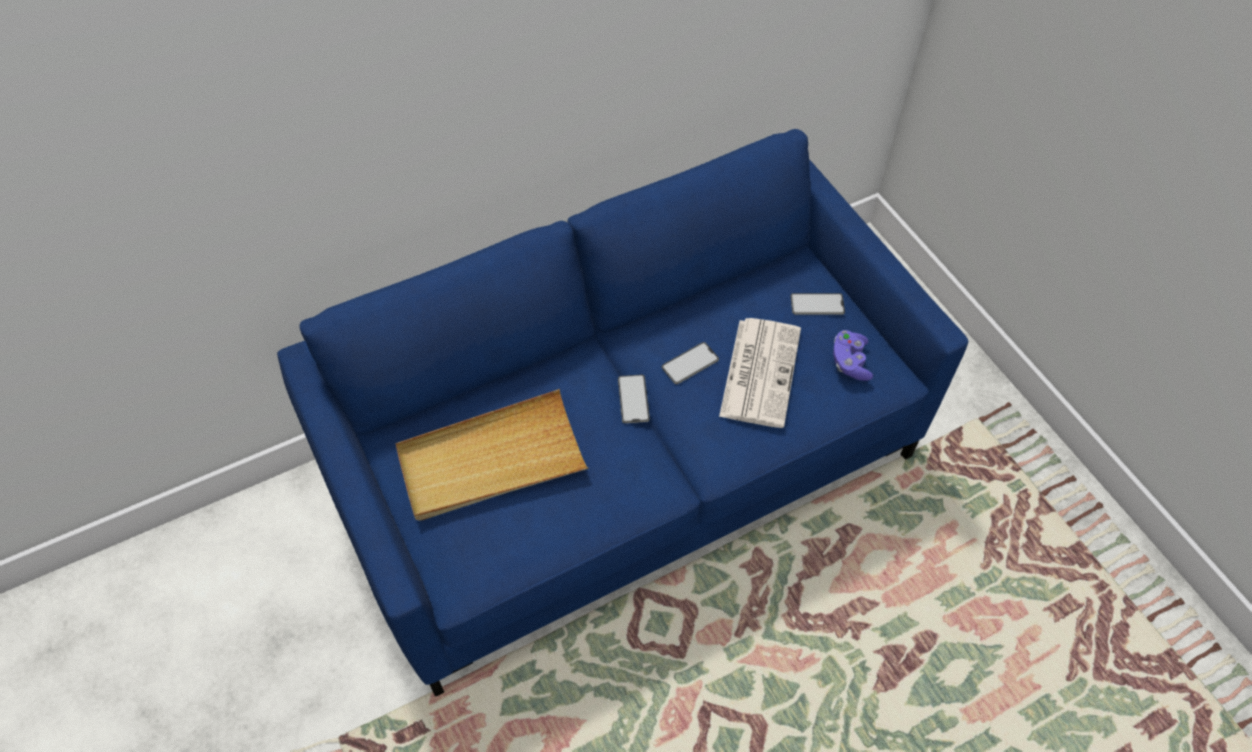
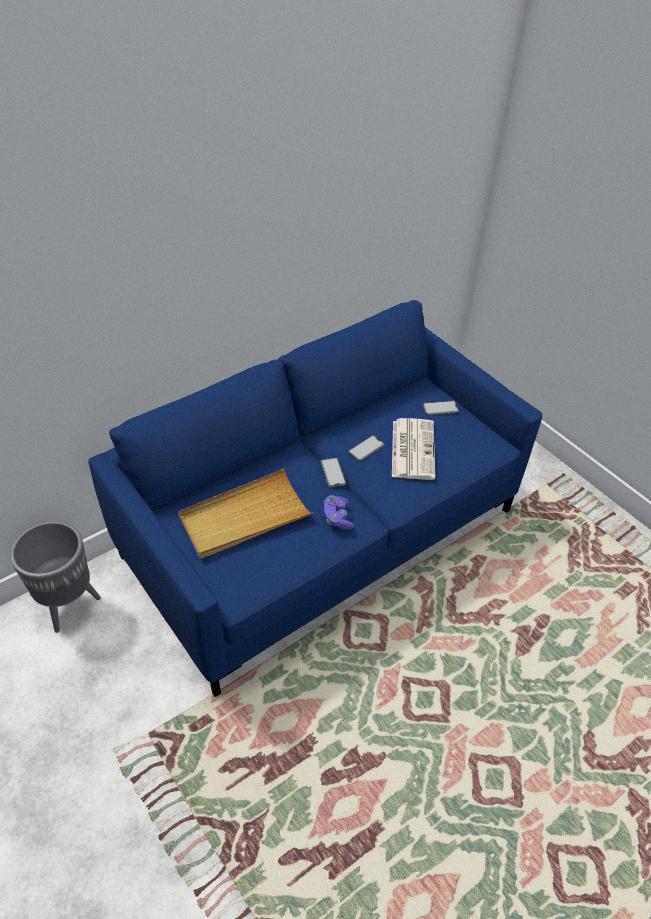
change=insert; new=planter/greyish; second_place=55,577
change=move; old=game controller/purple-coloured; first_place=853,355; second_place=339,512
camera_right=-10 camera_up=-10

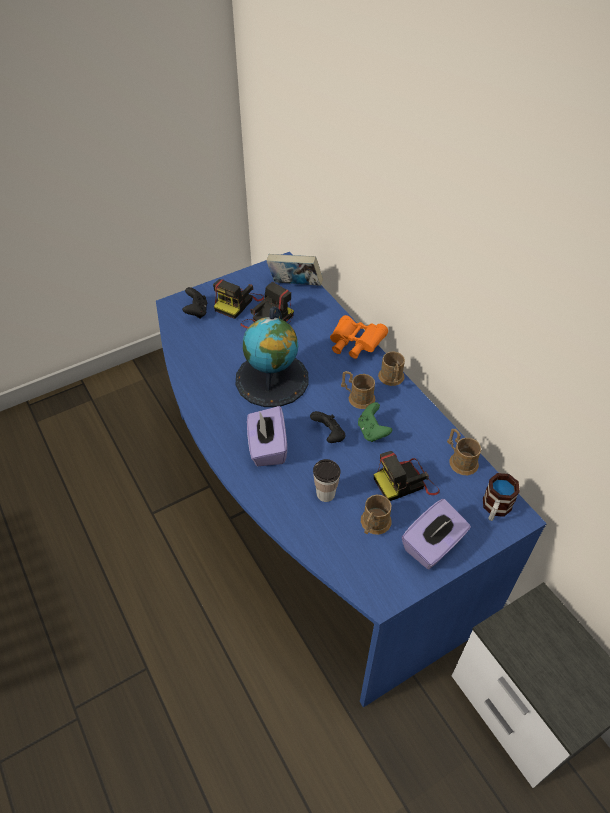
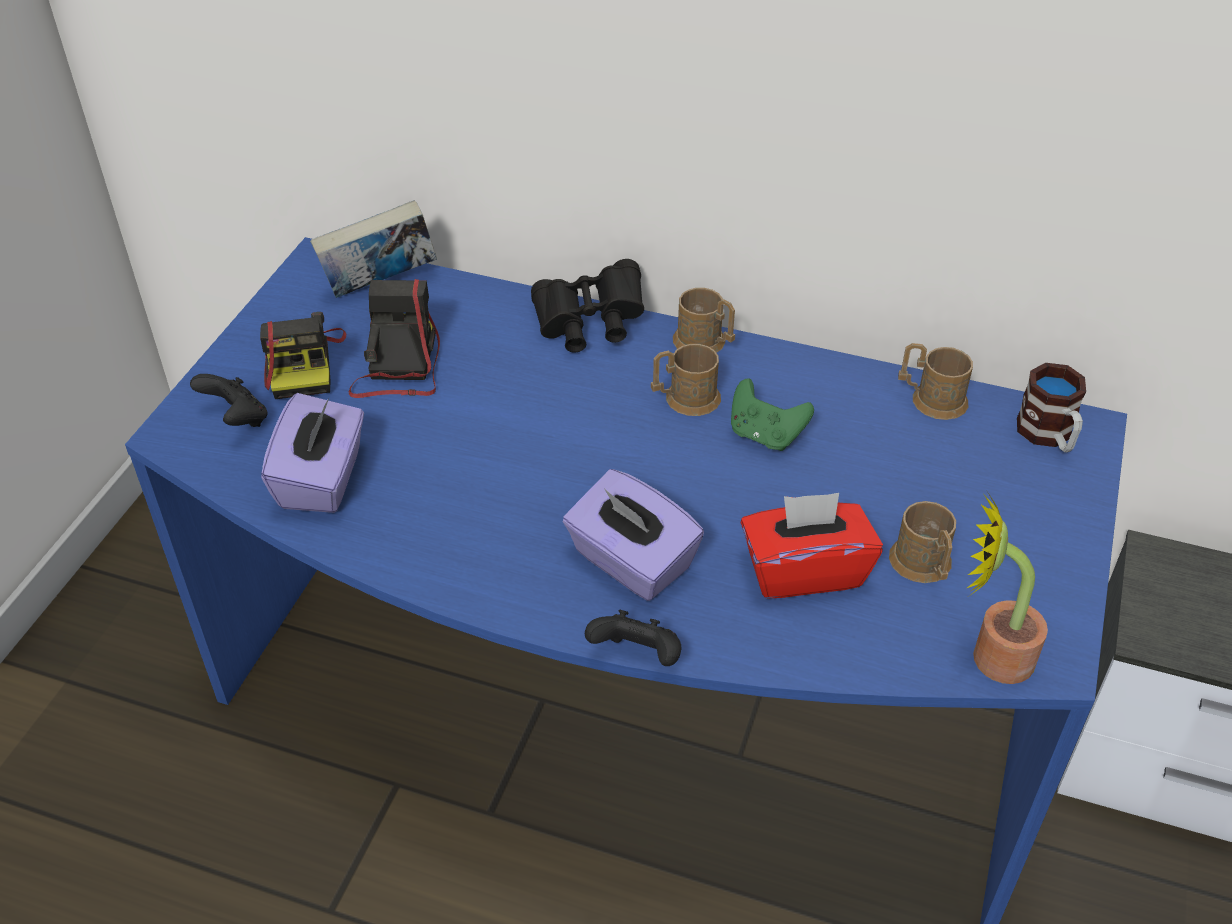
change=delete; old=desk globe; first_place=272,356
change=delete; old=still camera; first_place=407,476
change=insert; new=houseplant; second_place=1007,588
change=move; old=game controller/black-coloured; first_place=328,427; second_place=633,638
change=move; old=tissue holder/purple-coloured; first_place=436,534; second_place=312,453
change=replace; old=small cup; new=tissue holder/red; first_place=326,480; second_place=811,545
change=recolor; old=field glasses/orange-coloured; new=field glasses/black-coloured; first_place=359,337; second_place=587,305
camera_right=-40 camera_up=-5

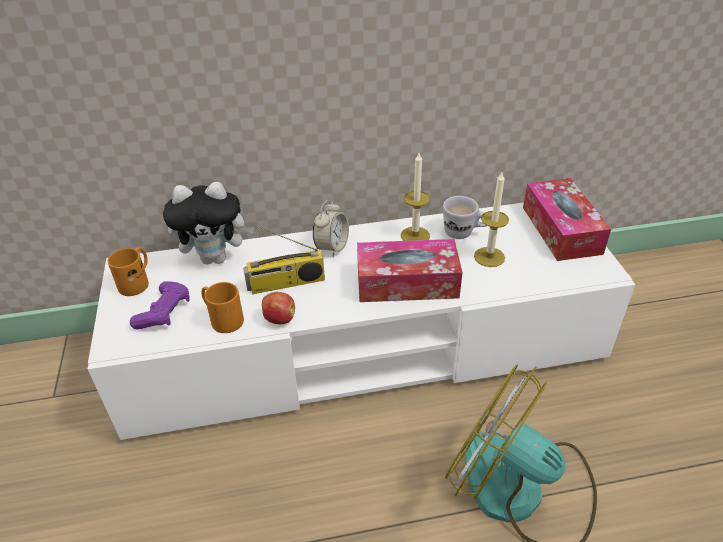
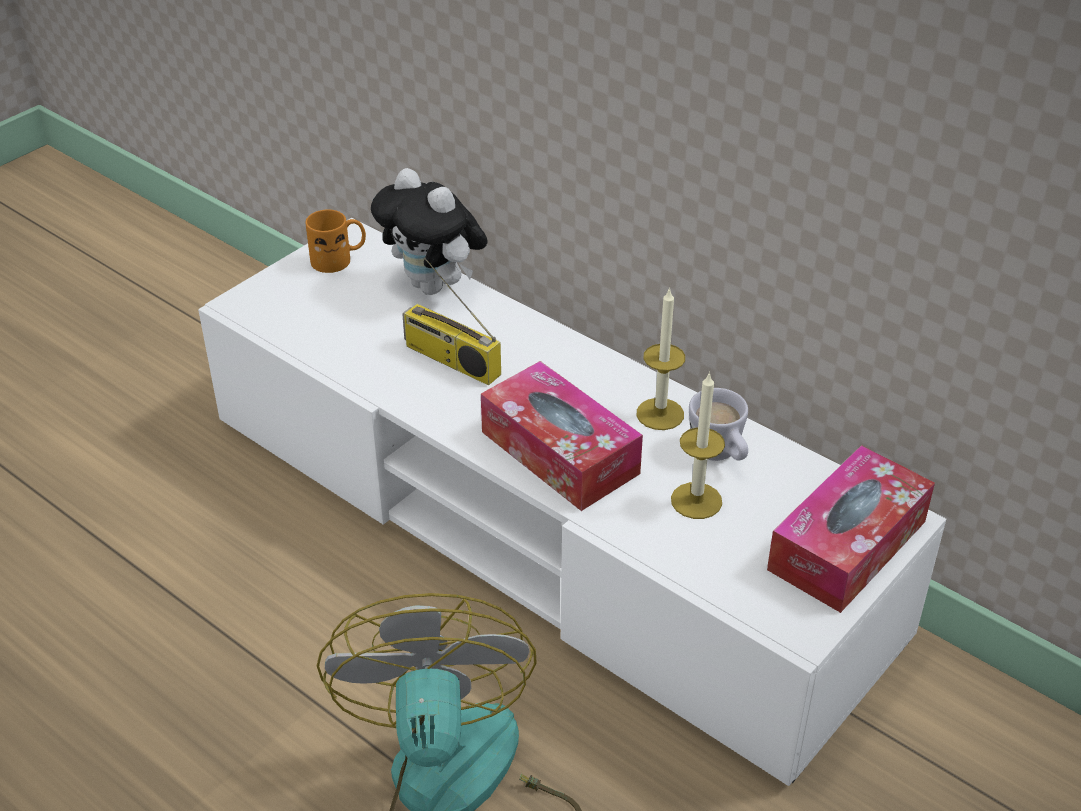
change=delete; old=game controller/purple-coloured; first_place=160,305
change=delete; old=coffee mug/orange-coloured; first_place=222,307
change=delete; old=apple fruit; first_place=278,308
change=delete; old=bedside clock; first_place=331,228
camera_right=50 camera_up=0

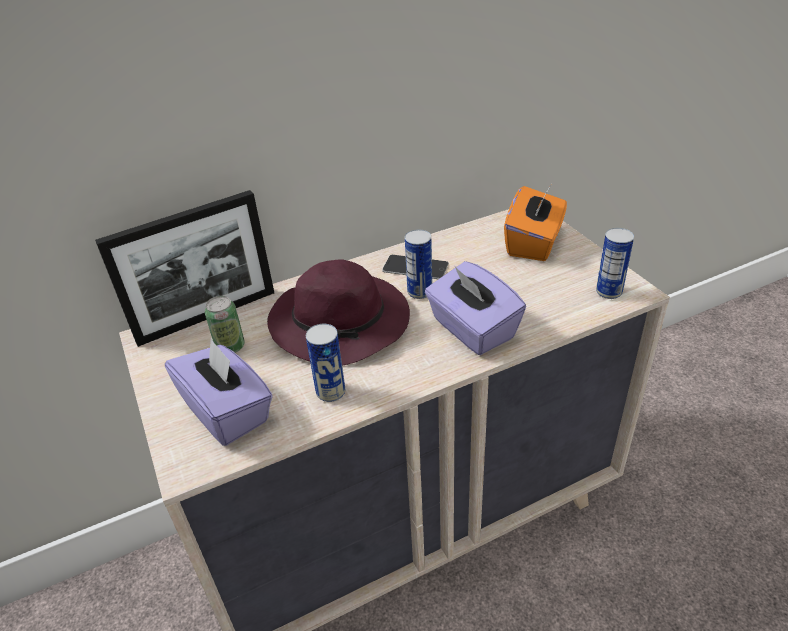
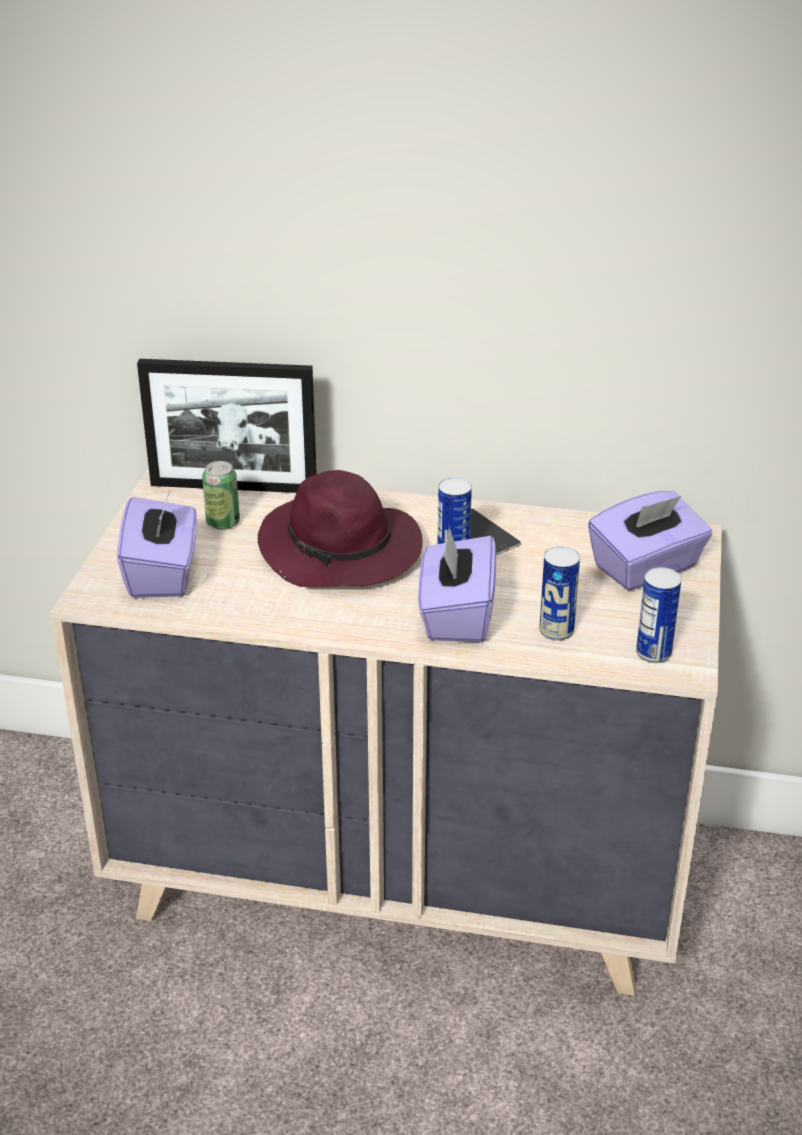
change=move; old=metal can; first_place=325,363; second_place=559,593
change=recolor; old=tissue holder/orange-coloured; new=tissue holder/purple-coloured; first_place=535,222; second_place=650,540
camera_right=35 camera_up=-5

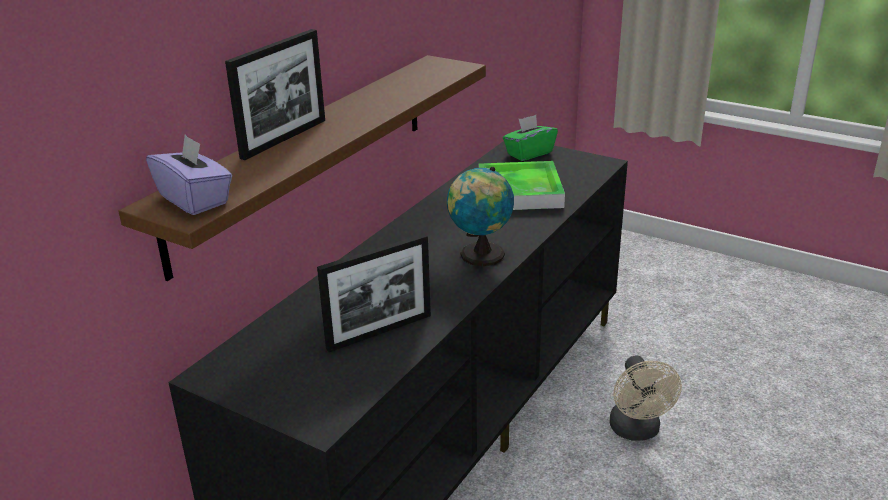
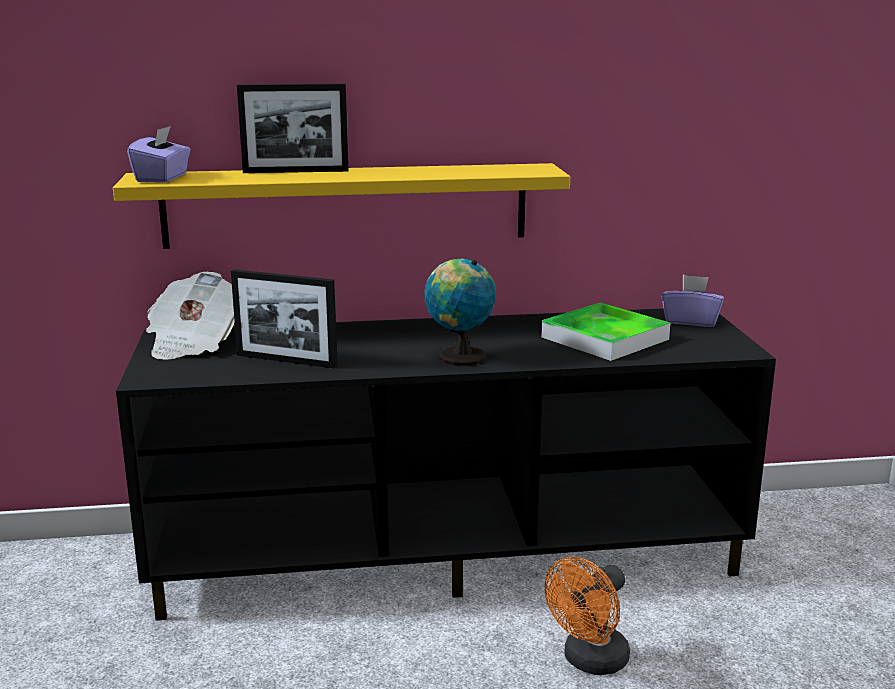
change=insert; new=printed paper; second_place=190,316
change=recolor; old=wall shelf/brown-coloured; new=wall shelf/yellow; first_place=302,168; second_place=341,206
change=recolor; old=tissue holder/green; new=tissue holder/purple-coloured; first_place=530,138; second_place=693,301
change=recolor; old=cooling fan/sand-coloured; new=cooling fan/orange-coloured; first_place=646,398; second_place=587,615
camera_right=50 camera_up=-10

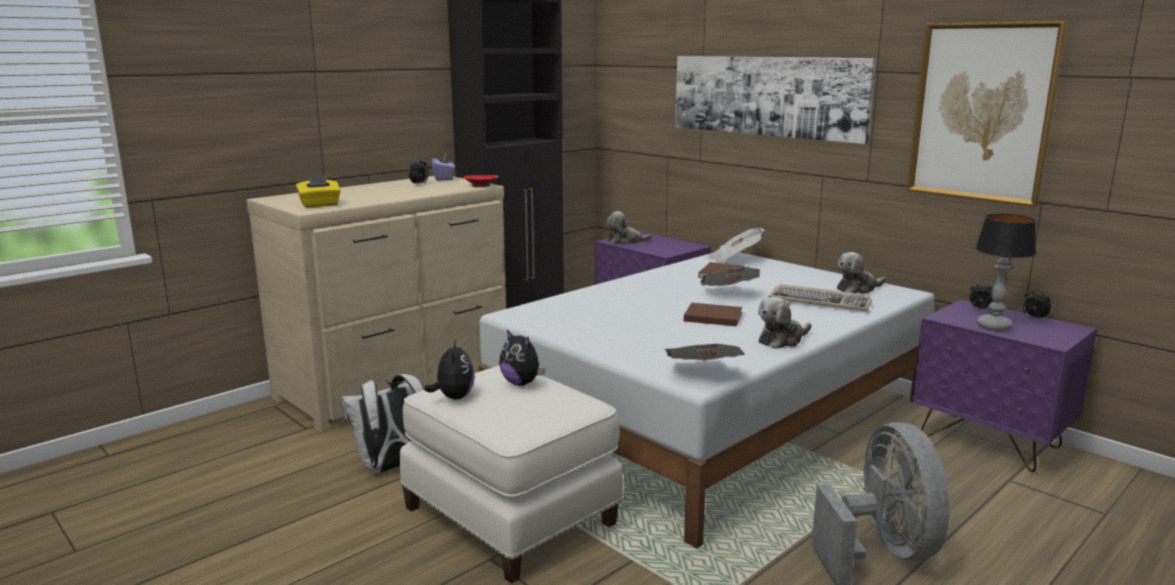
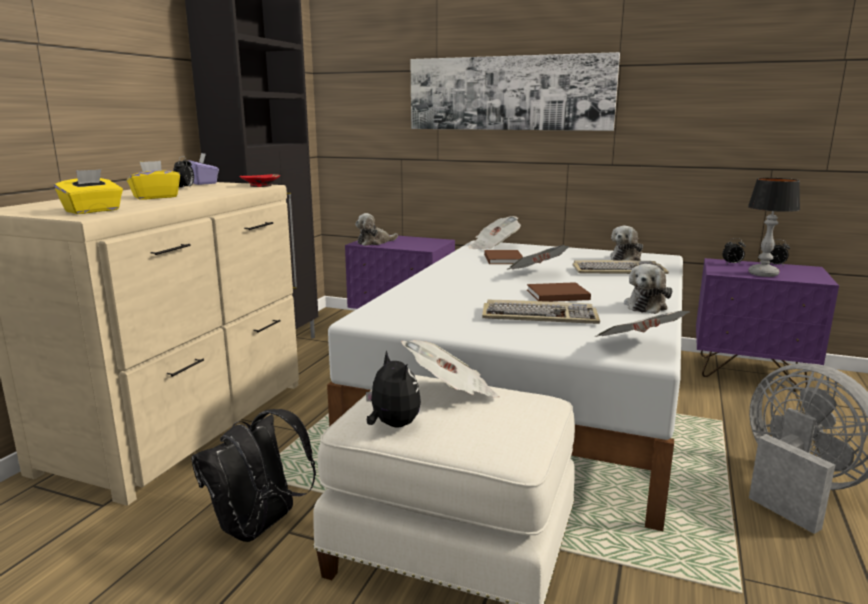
change=delete; old=wall art; first_place=987,114
change=insert; new=tissue holder/yellow; second_place=153,180
change=insert; new=keyboard; second_place=541,312
change=replace; old=cuddly toy; new=printed paper; first_place=522,358; second_place=450,369
change=recolor; old=knapsack/whitish; new=knapsack/black-coloured; first_place=382,423; second_place=253,475
camera_right=-25 camera_up=0

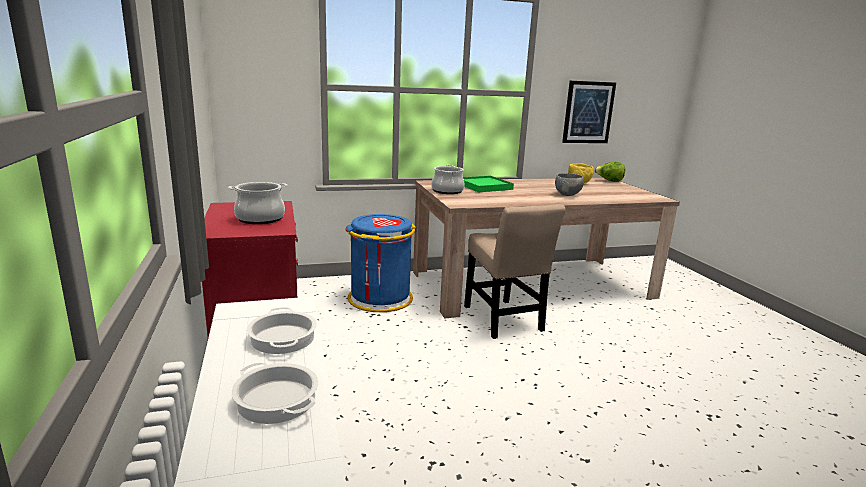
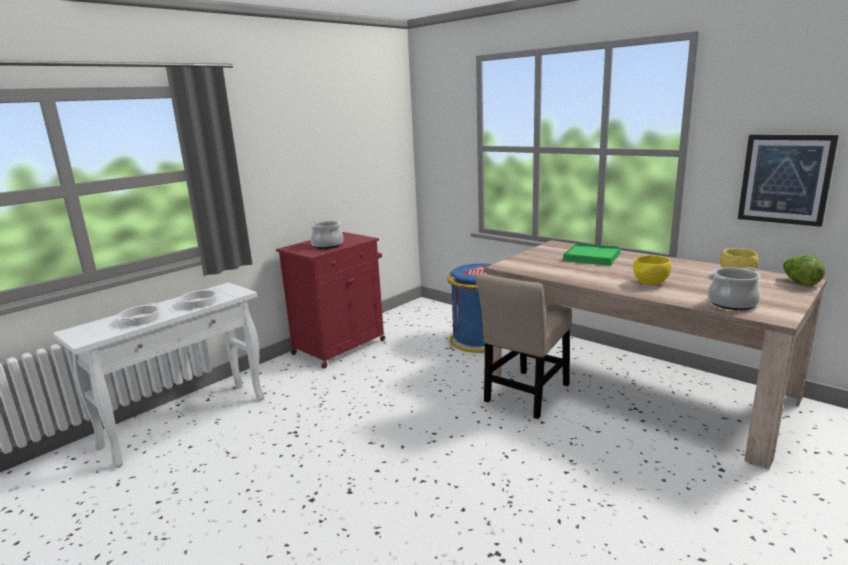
change=move; old=stockpot; first_place=448,179; second_place=734,288
change=recolor; old=deep dish/greyish; new=deep dish/yellow; first_place=569,184; second_place=652,270
camera_right=60 camera_up=0

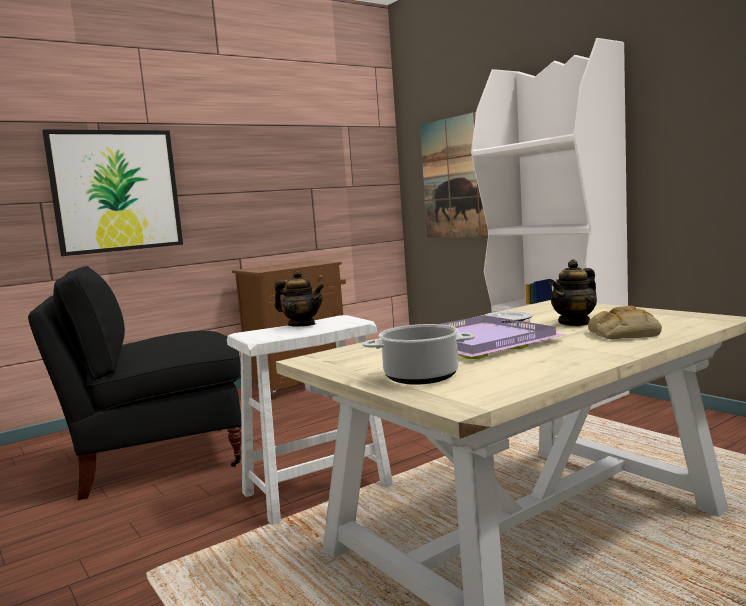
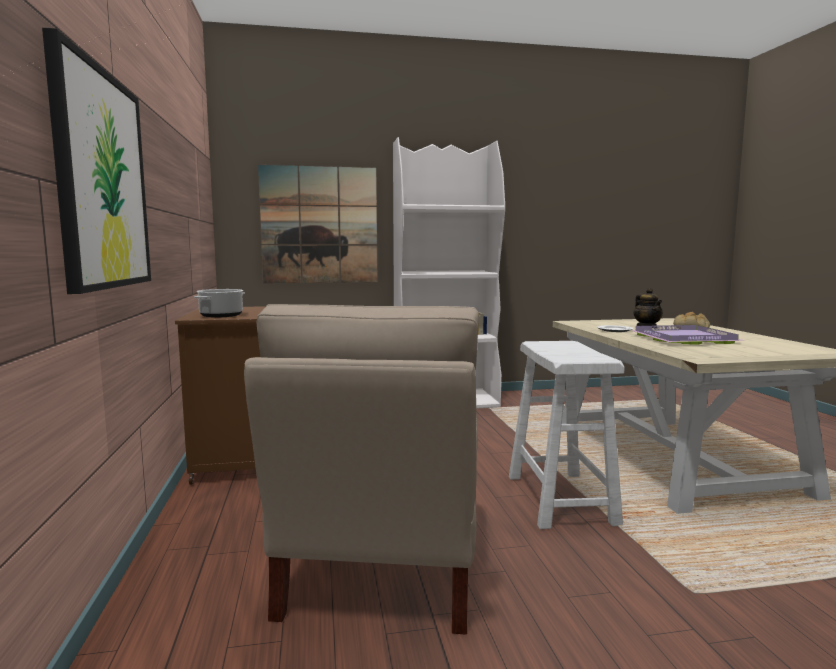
change=delete; old=tea pot; first_place=299,298
change=move; old=stockpot; first_place=419,354; second_place=219,303
change=recolor; old=plain chair/black-coloured; new=plain chair/sand-coloured; first_place=135,383; second_place=361,469
camera_right=-65 camera_up=0

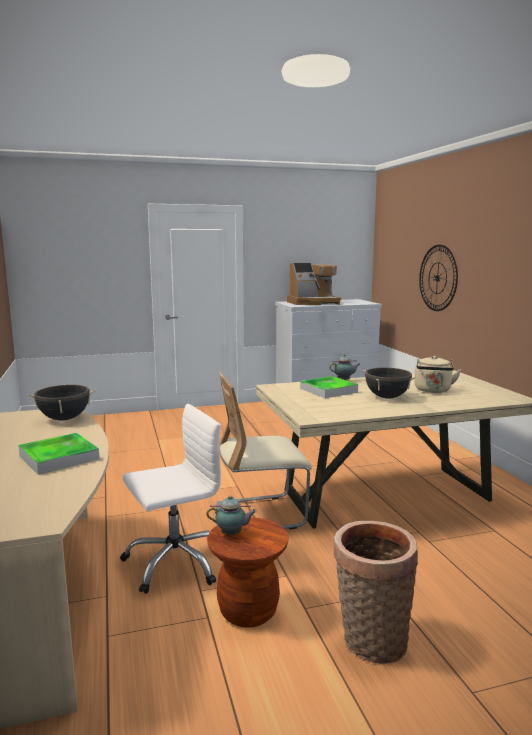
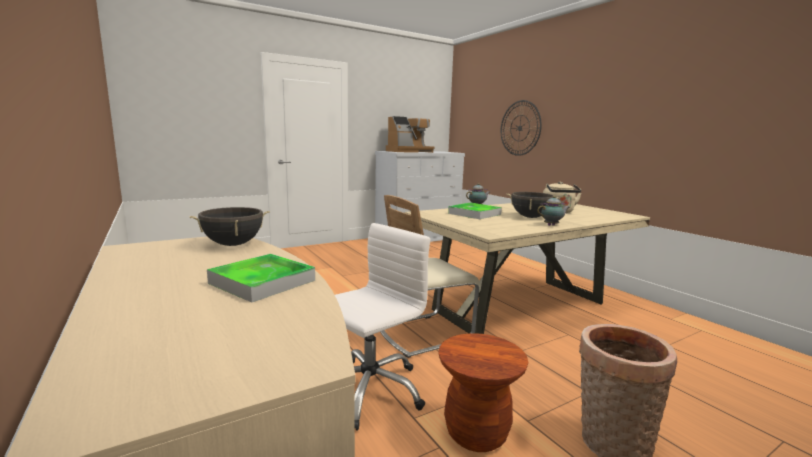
change=move; old=tea pot; first_place=231,515; second_place=553,211
camera_right=-15 camera_up=0

